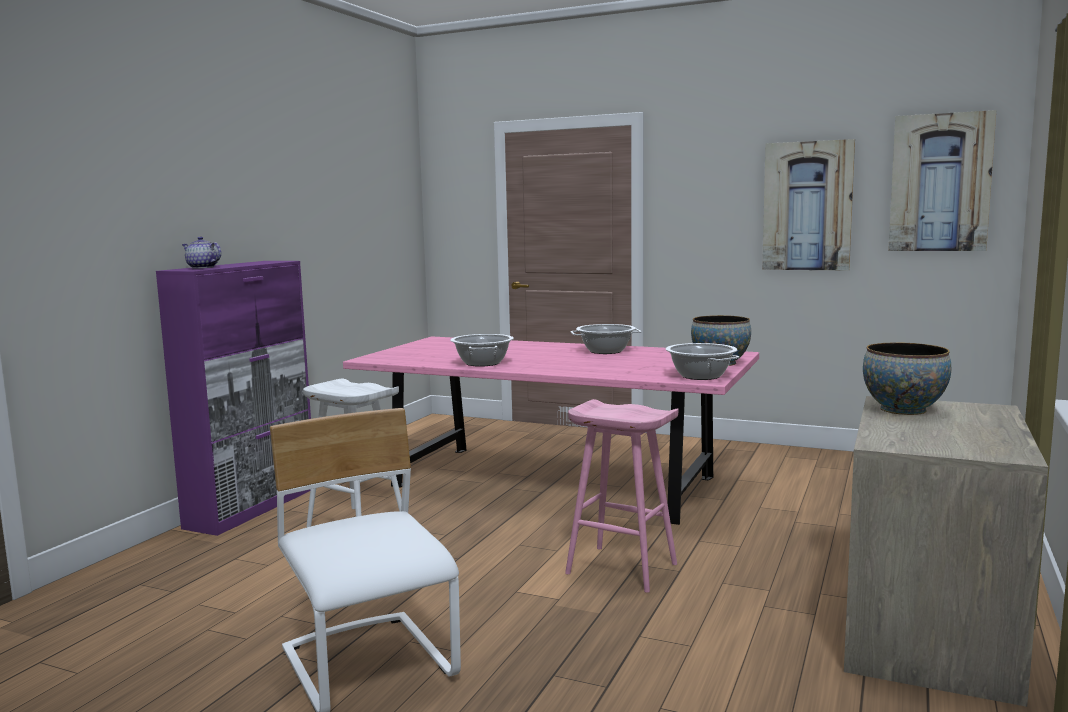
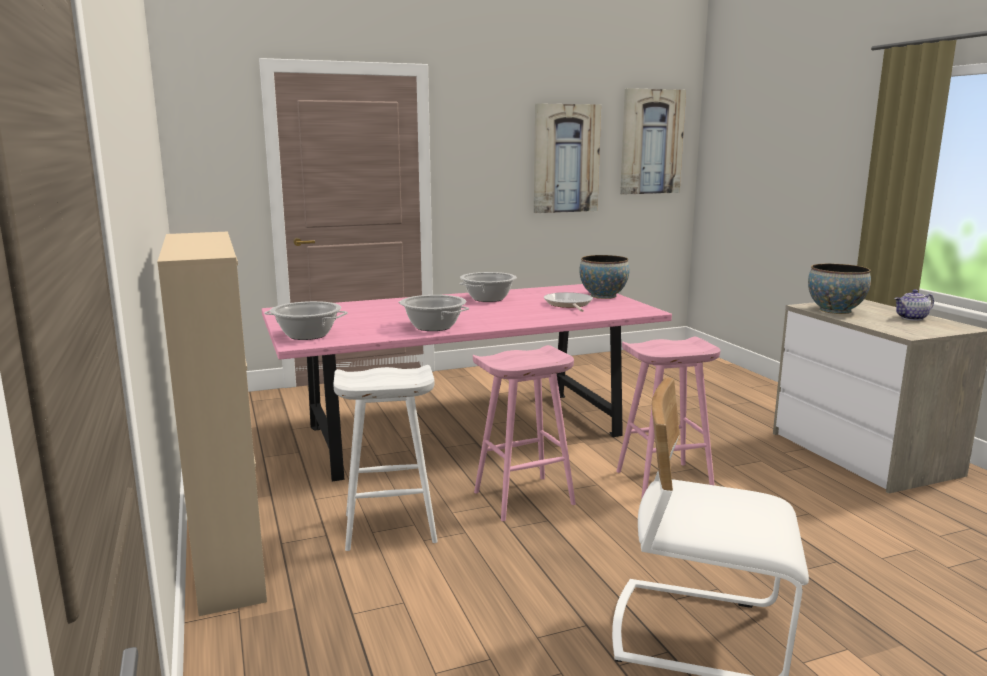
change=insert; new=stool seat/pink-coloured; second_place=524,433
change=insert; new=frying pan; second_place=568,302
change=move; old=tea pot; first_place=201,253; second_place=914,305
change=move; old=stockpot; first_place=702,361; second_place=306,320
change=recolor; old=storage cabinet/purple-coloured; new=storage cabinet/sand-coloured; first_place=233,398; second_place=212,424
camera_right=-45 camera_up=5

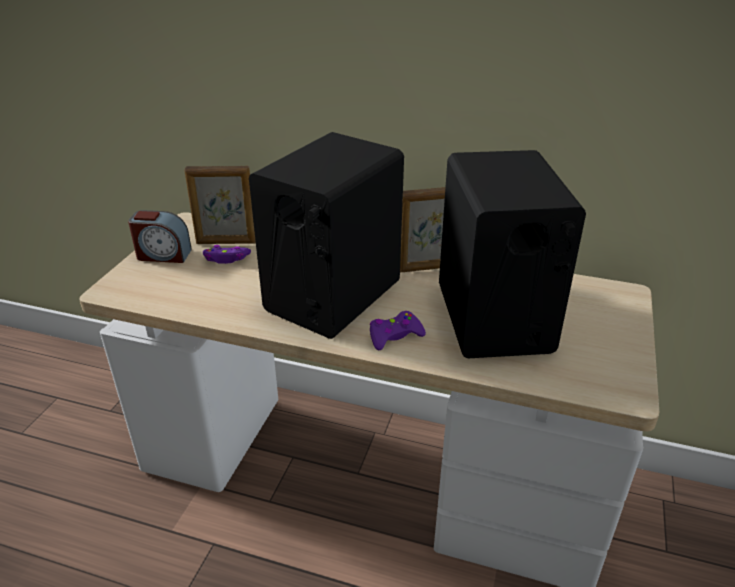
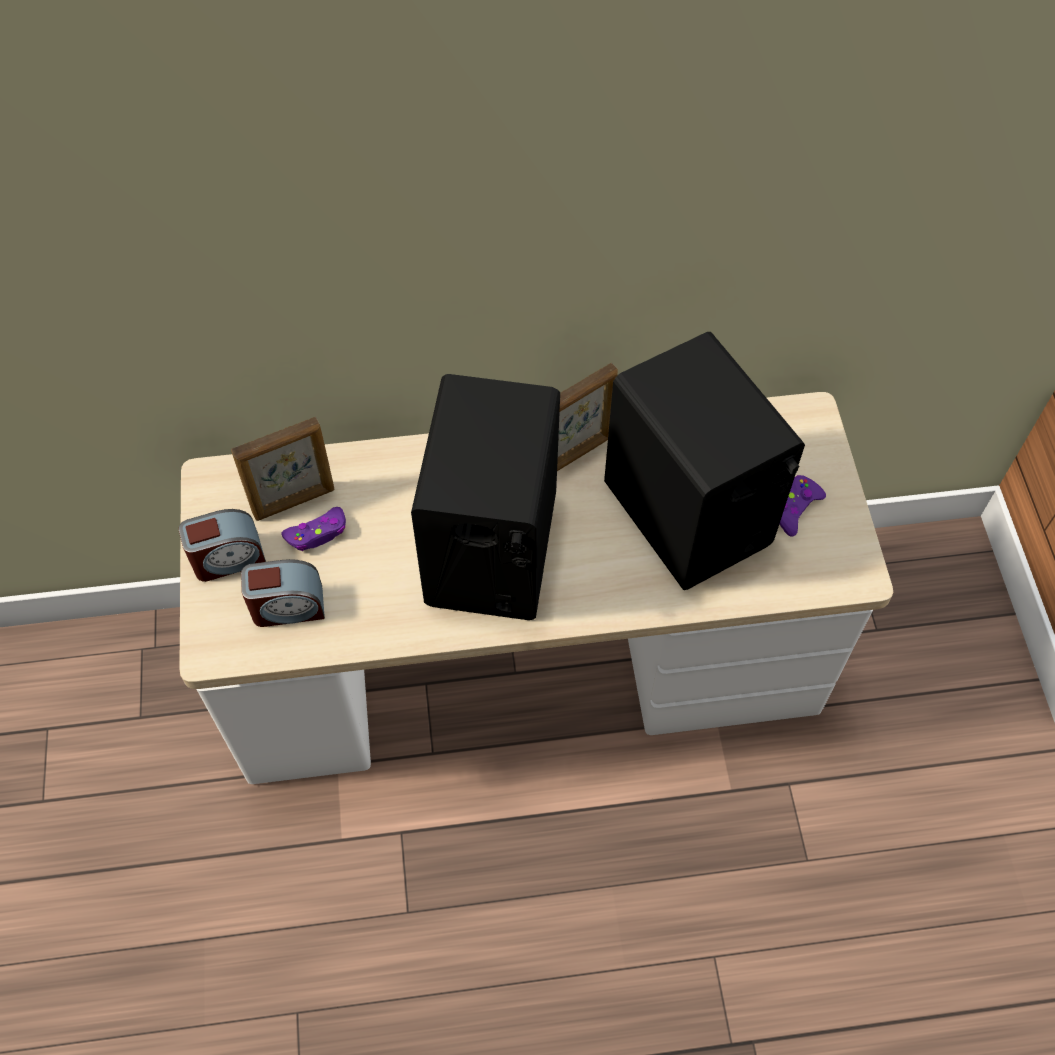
change=insert; new=bedside clock; second_place=283,593
change=move; old=game controller/purple-coloured; first_place=398,330; second_place=802,506
camera_right=-25 camera_up=25

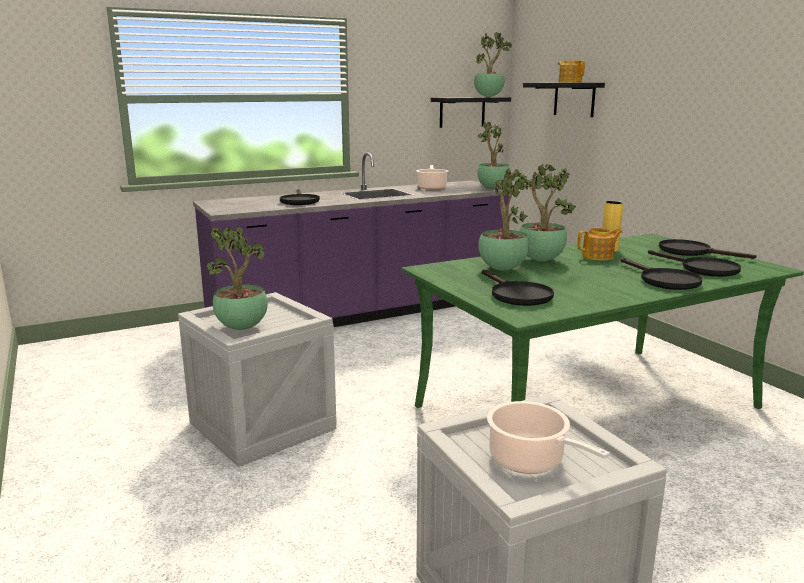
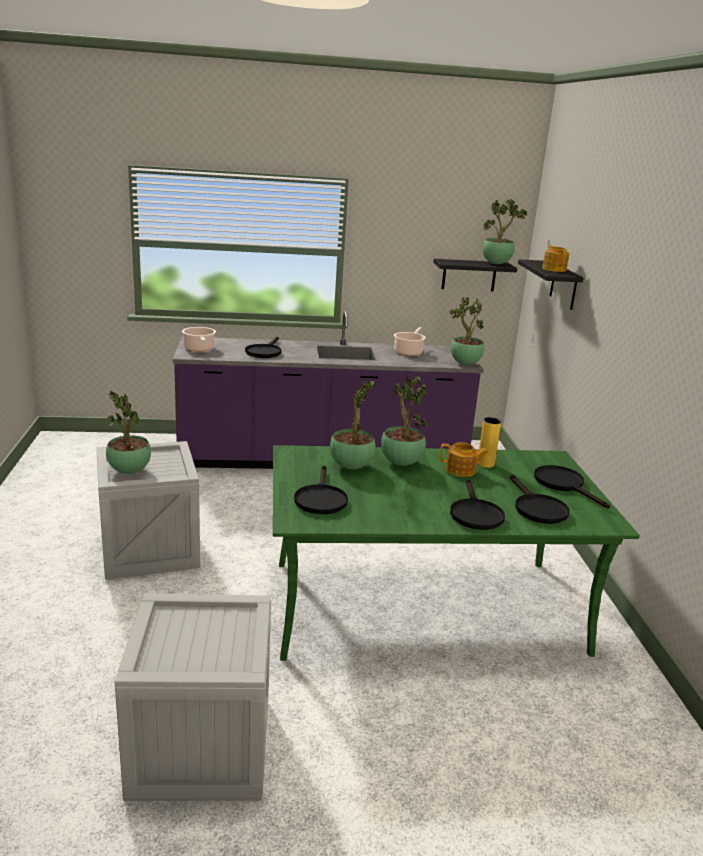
change=move; old=stockpot; first_place=548,437; second_place=199,339
camera_right=20 camera_up=5

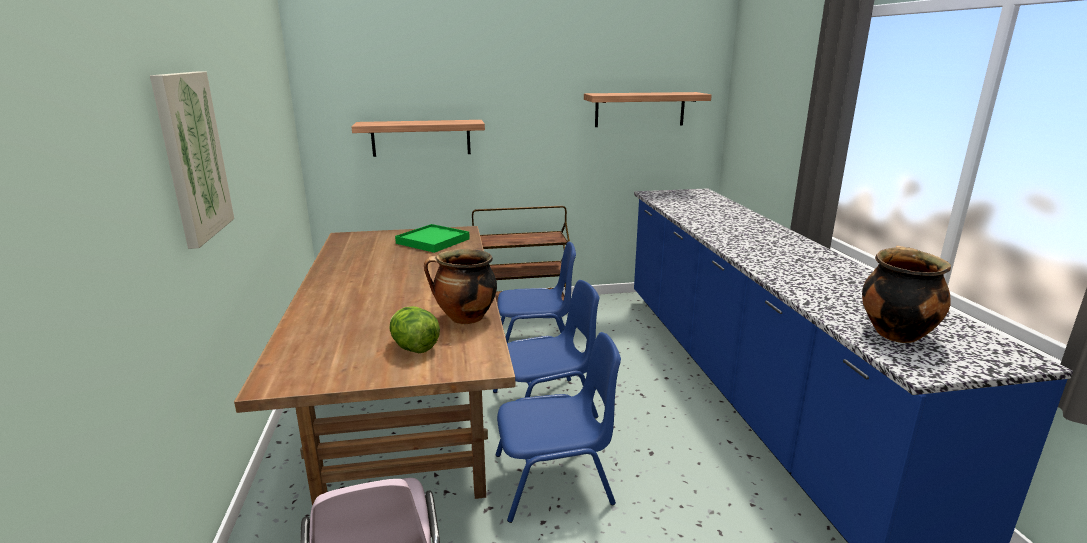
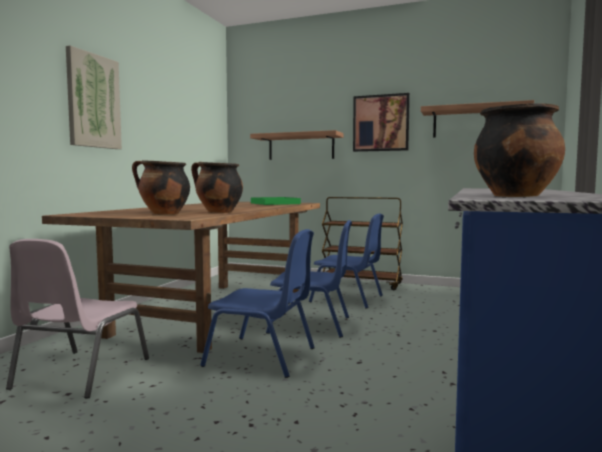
change=insert; new=wall art; second_place=381,122
change=replace; old=head of lettuce; new=stockpot; first_place=414,329; second_place=161,187
camera_right=30 camera_up=-15

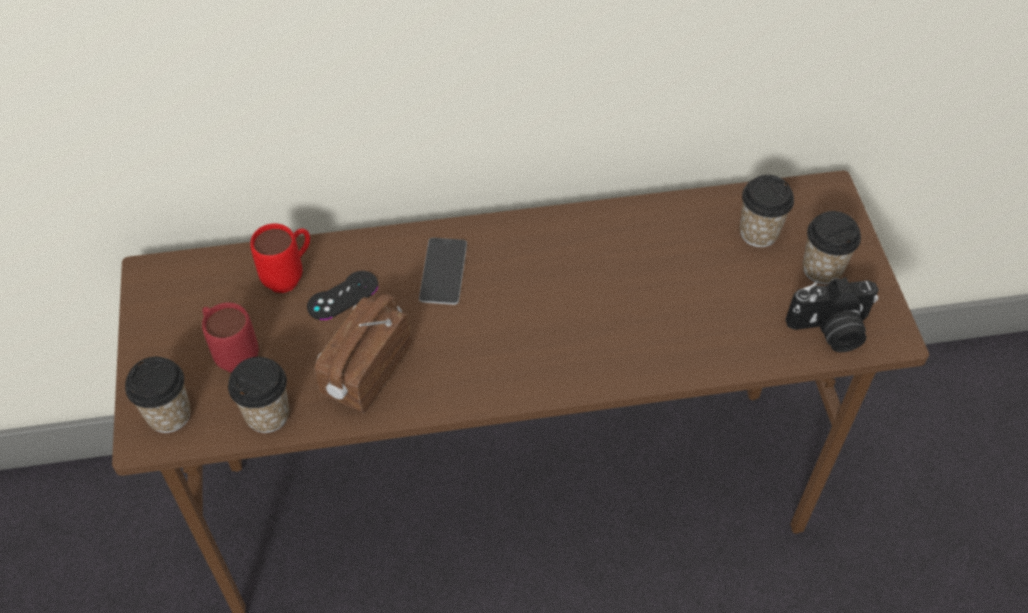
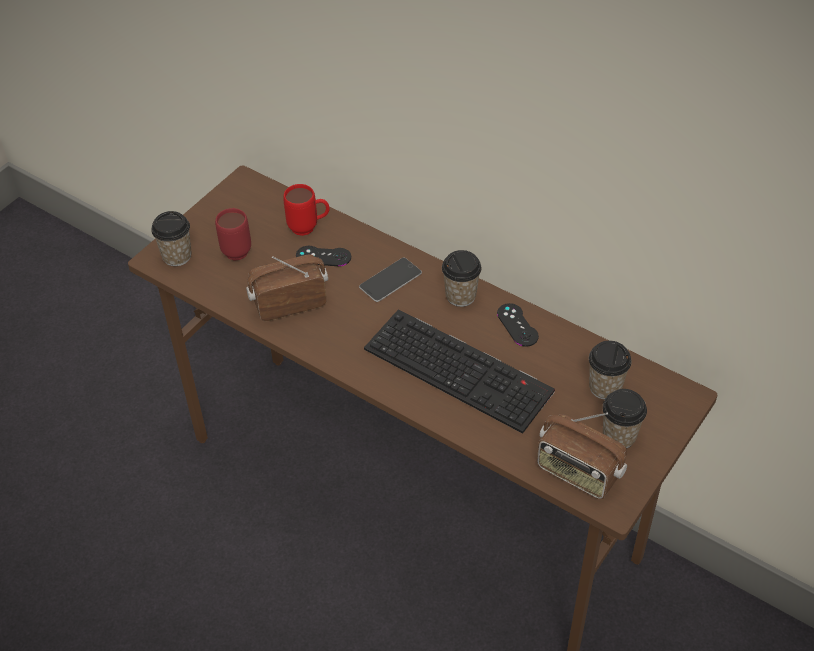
change=insert; new=keyboard; second_place=459,372
change=insert; new=game controller/black-coloured; second_place=518,325
change=move; old=small cup; first_place=258,395; second_place=462,278
change=replace; old=still camera; new=radio receiver; first_place=832,314; second_place=582,456
camera_right=45 camera_up=-5

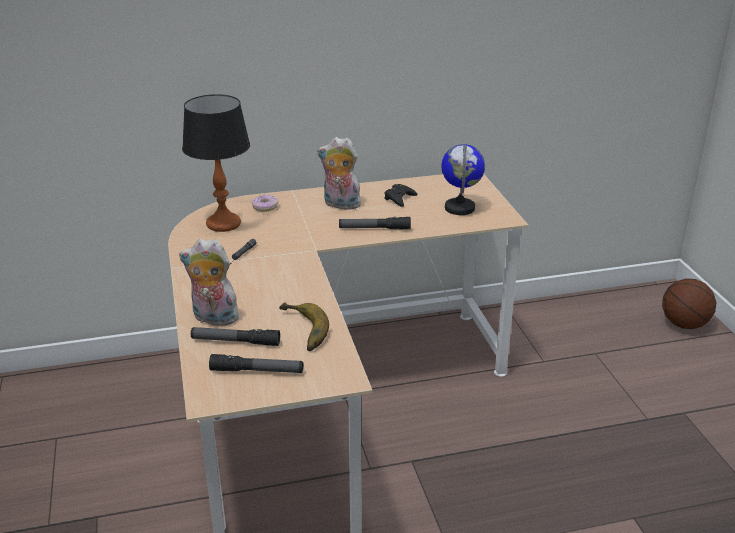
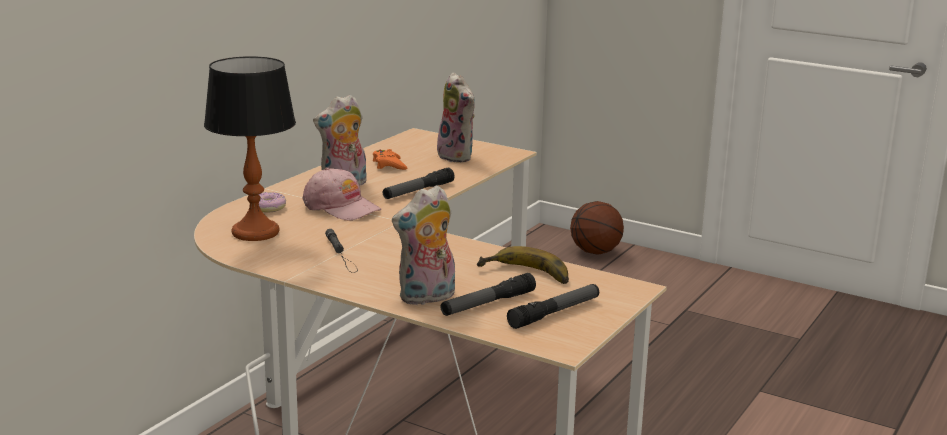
change=insert; new=peaked cap/pink-coloured; second_place=341,194
change=replace; old=desk globe; new=cuddly toy; first_place=463,179; second_place=456,117
change=recolor; old=game controller/black-coloured; new=game controller/orange-coloured; first_place=400,195; second_place=390,159
camera_right=-45 camera_up=-10

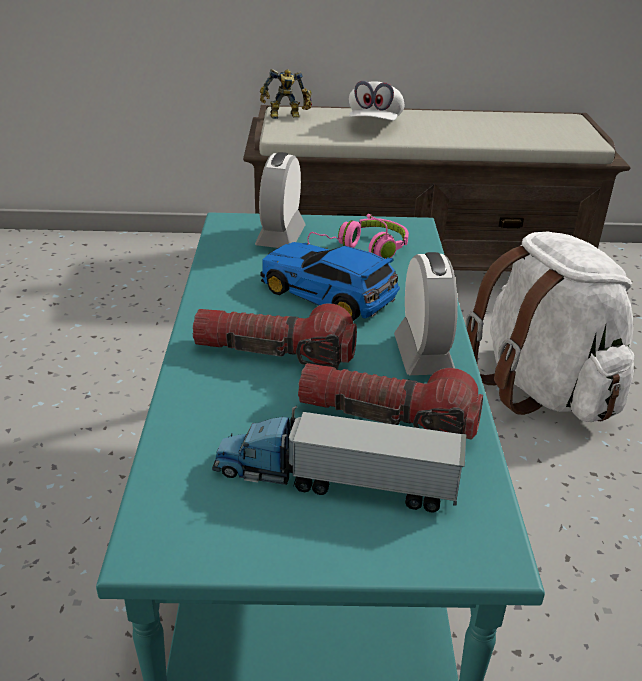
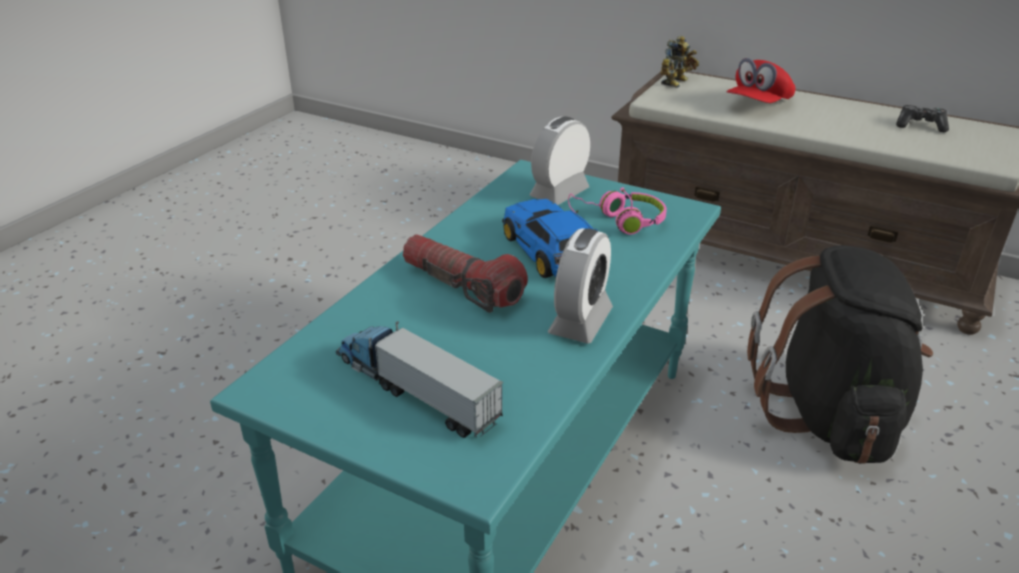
change=delete; old=torch; first_place=390,401
change=insert; new=game controller; second_place=922,118
change=recolor; old=peaked cap/whitish; new=peaked cap/red; first_place=376,101; second_place=761,80
change=recolor; old=knapsack/whitish; new=knapsack/black-coloured; first_place=549,327; second_place=840,354
change=rotate; old=robot figure; first_place=286,94; second_place=679,62; degrees=-75
camera_right=30 camera_up=0

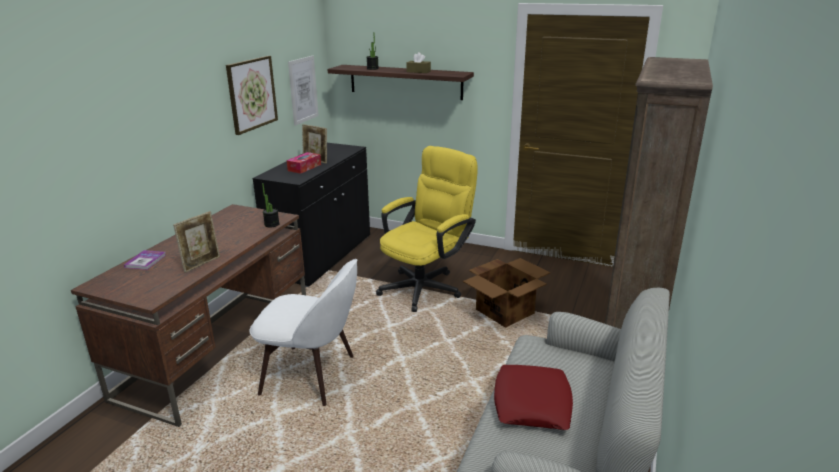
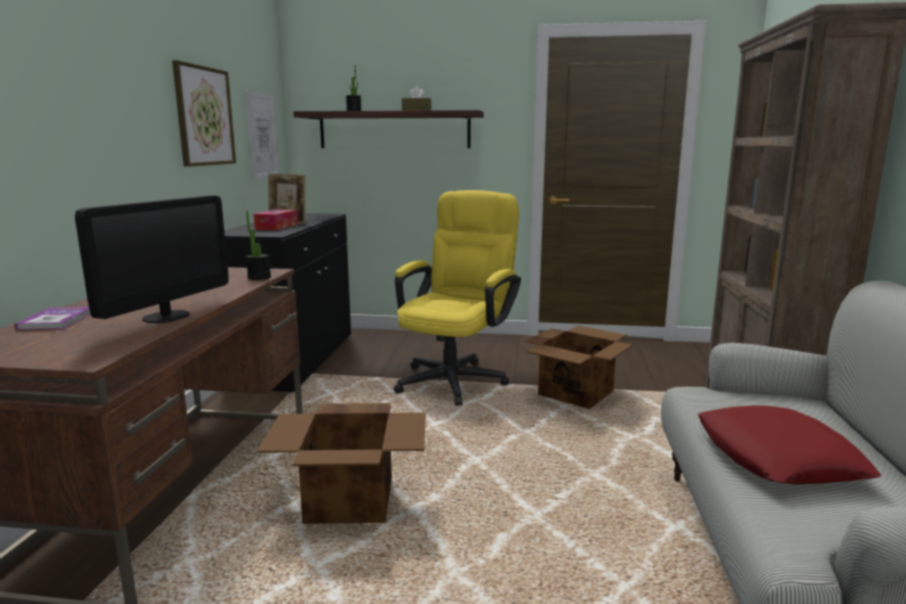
change=replace; old=photo frame; new=computer display; first_place=196,242; second_place=152,259
change=replace; old=plain chair/whitish; new=packing box; first_place=303,332; second_place=341,463
camera_right=-15 camera_up=-10

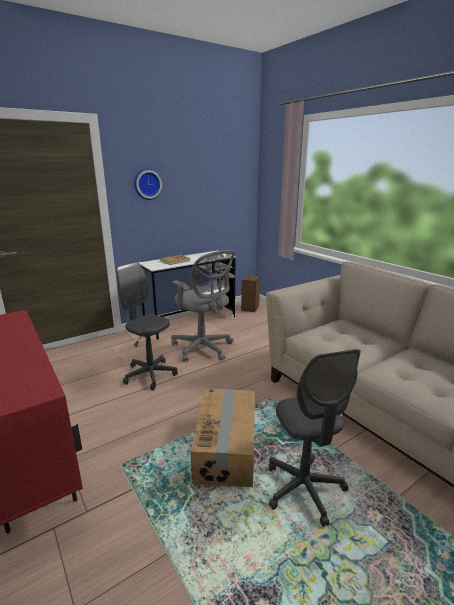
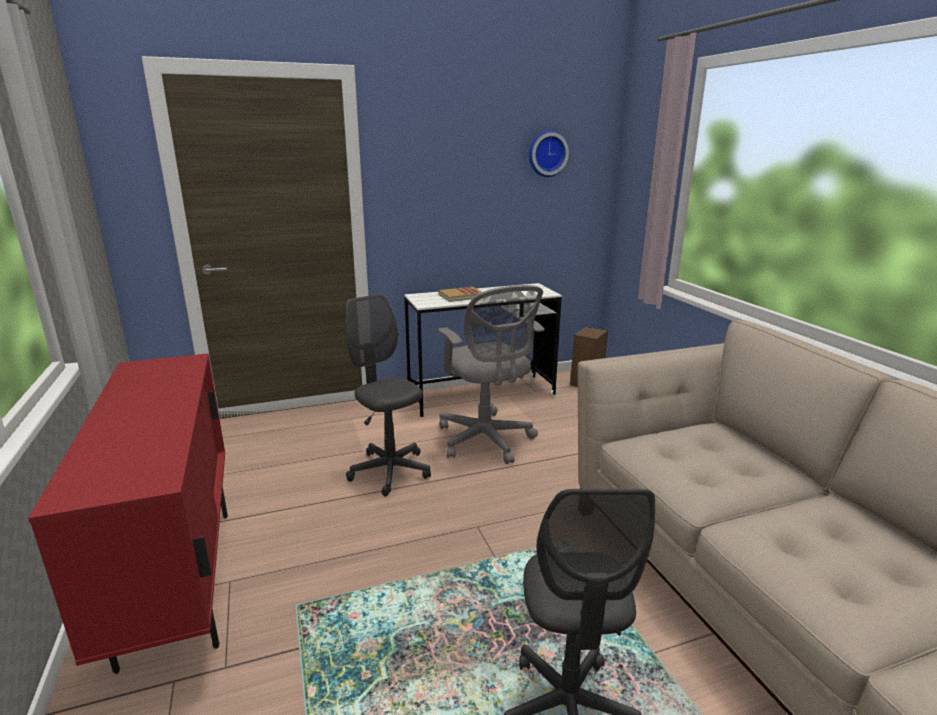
change=delete; old=packing box; first_place=222,438
change=move; old=clock on the wall; first_place=148,184; second_place=549,153
camera_right=15 camera_up=0

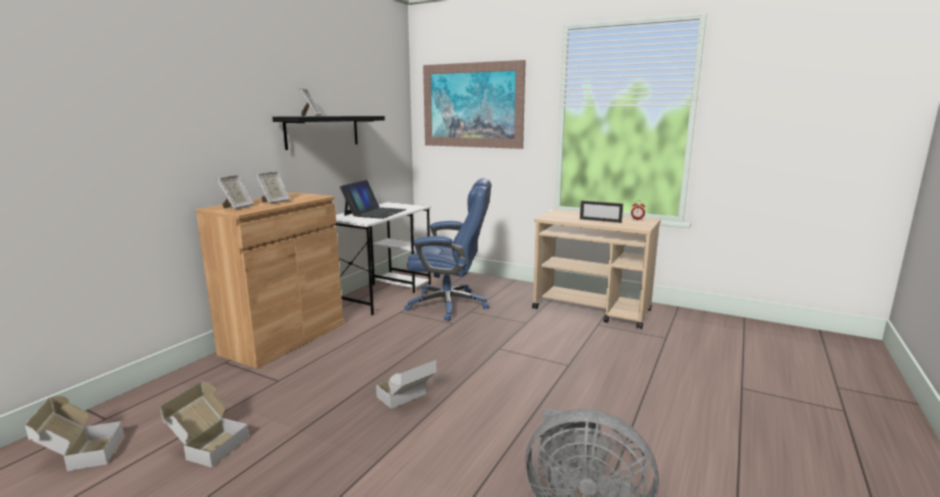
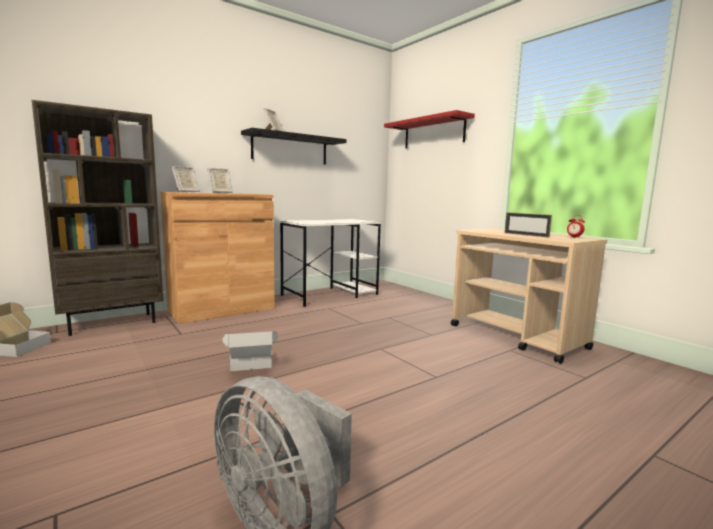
change=delete; old=packing box; first_place=204,425
change=delete; old=notebook computer; first_place=373,199
change=delete; old=computer chair/blue; first_place=447,249
change=insert; new=bookcase/brown-coloured; second_place=97,218
change=replace; old=wall art; new=wall shelf/red; first_place=474,104; second_place=429,129
camera_right=25 camera_up=-5

